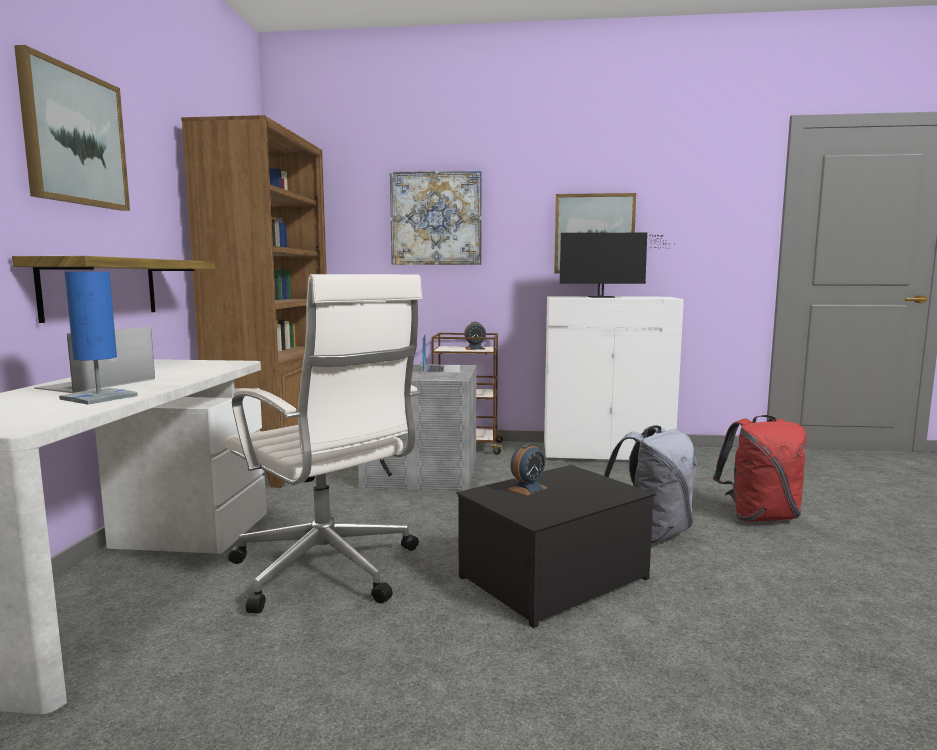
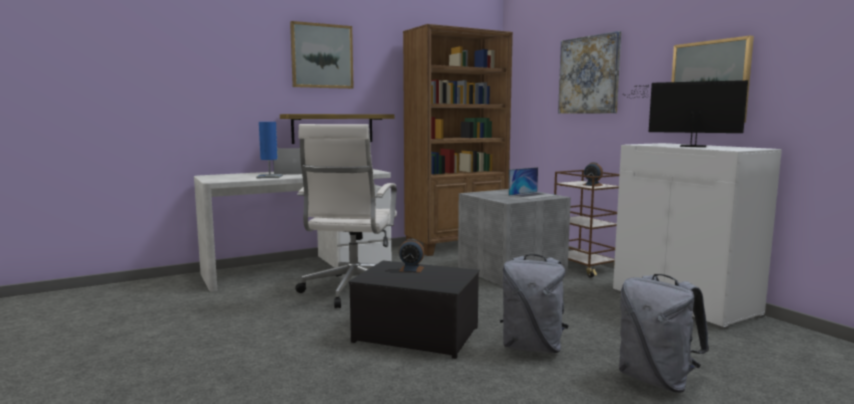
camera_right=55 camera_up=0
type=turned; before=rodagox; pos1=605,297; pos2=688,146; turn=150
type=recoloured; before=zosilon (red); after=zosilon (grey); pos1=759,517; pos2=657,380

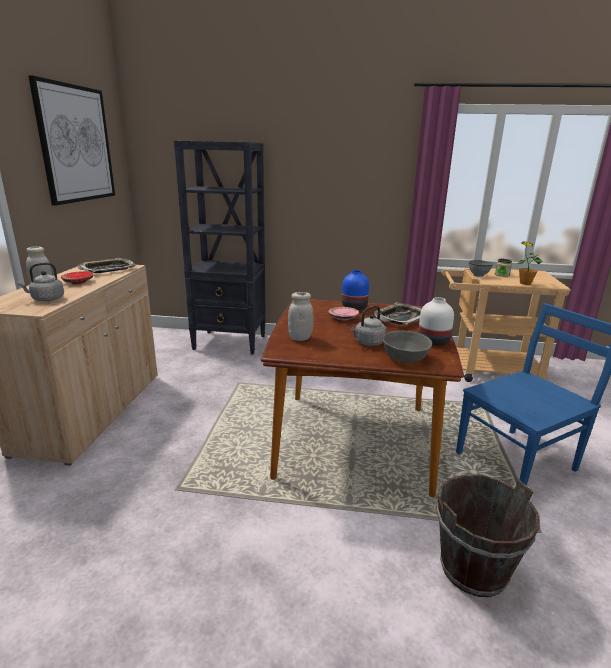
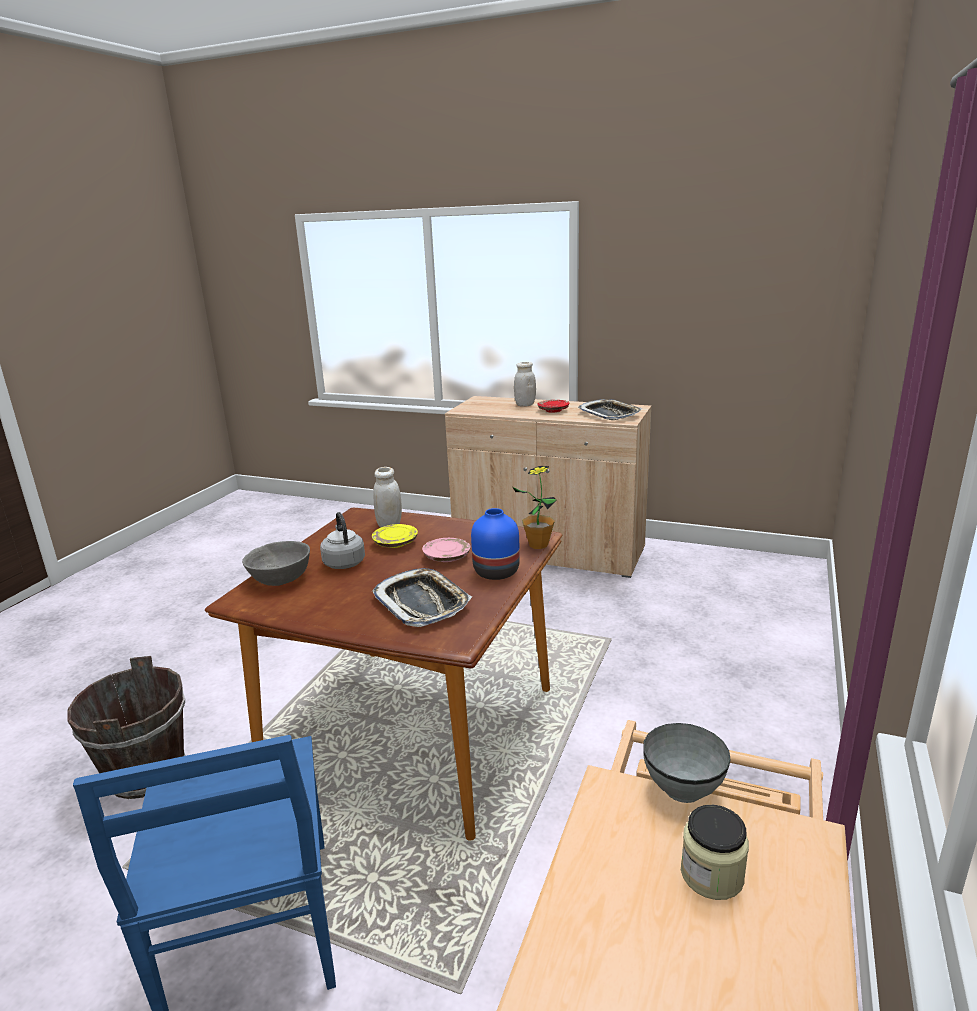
camera_right=105 camera_up=0
type=removed; before=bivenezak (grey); pos1=46,299
type=removed; before=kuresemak; pos1=76,144
type=removed; before=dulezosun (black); pos1=230,342
type=removed; before=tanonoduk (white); pos1=432,341
type=moved; before=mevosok; pos1=525,283; pos2=538,545
type=added; after=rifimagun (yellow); pos2=395,543

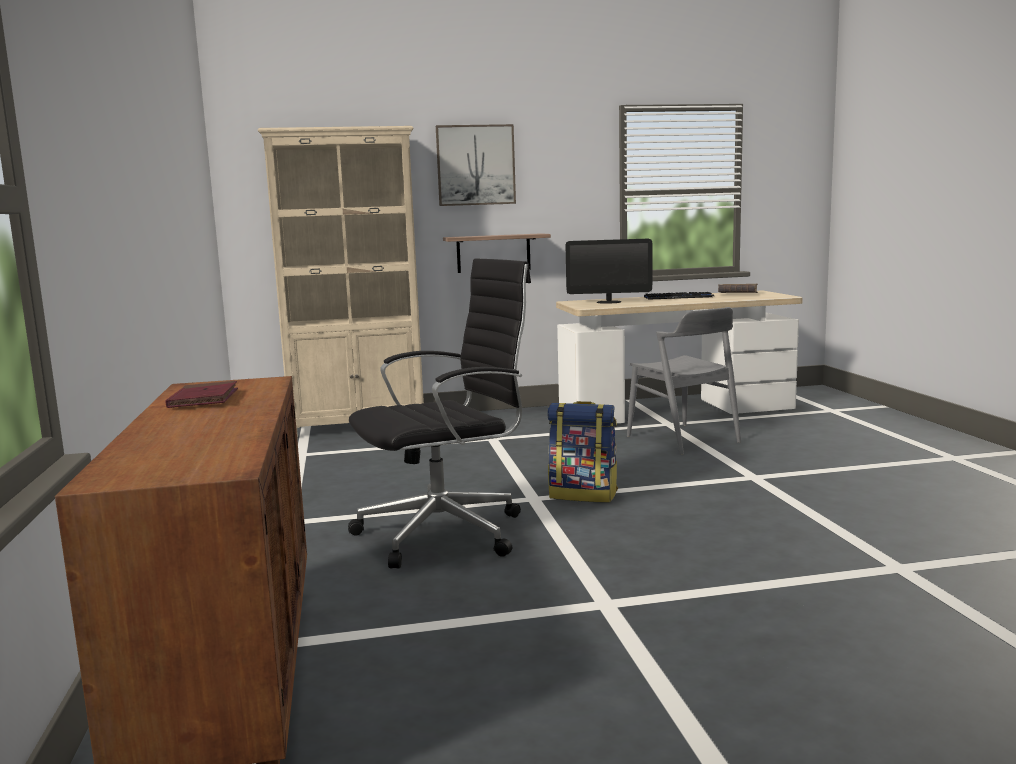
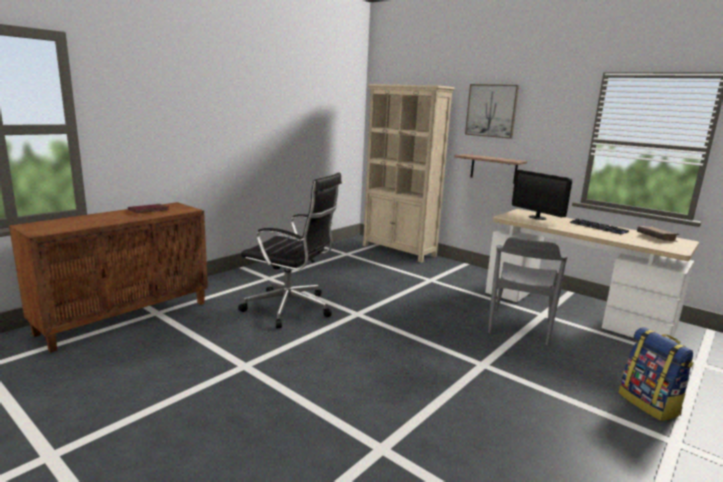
camera_right=50 camera_up=5
type=moved; before=zosilon; pos1=584,494; pos2=649,404

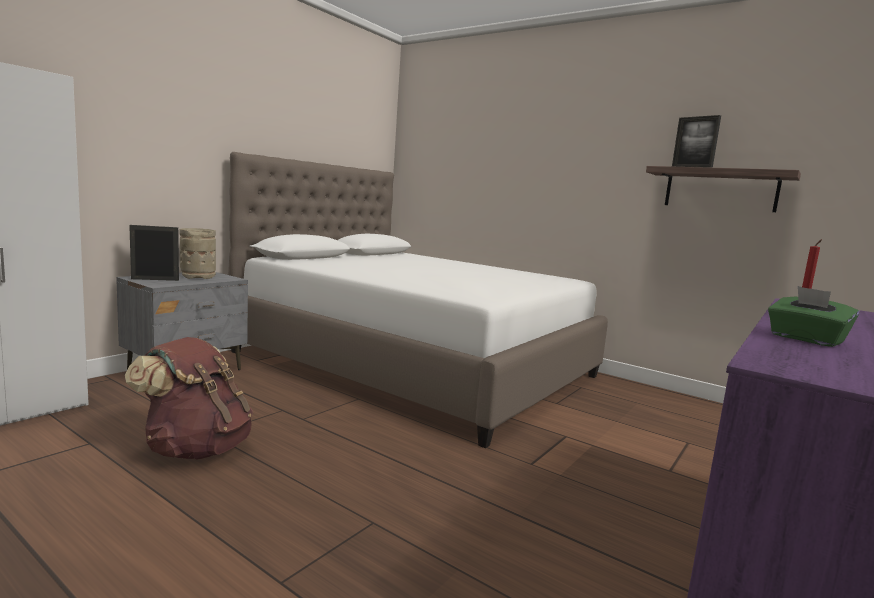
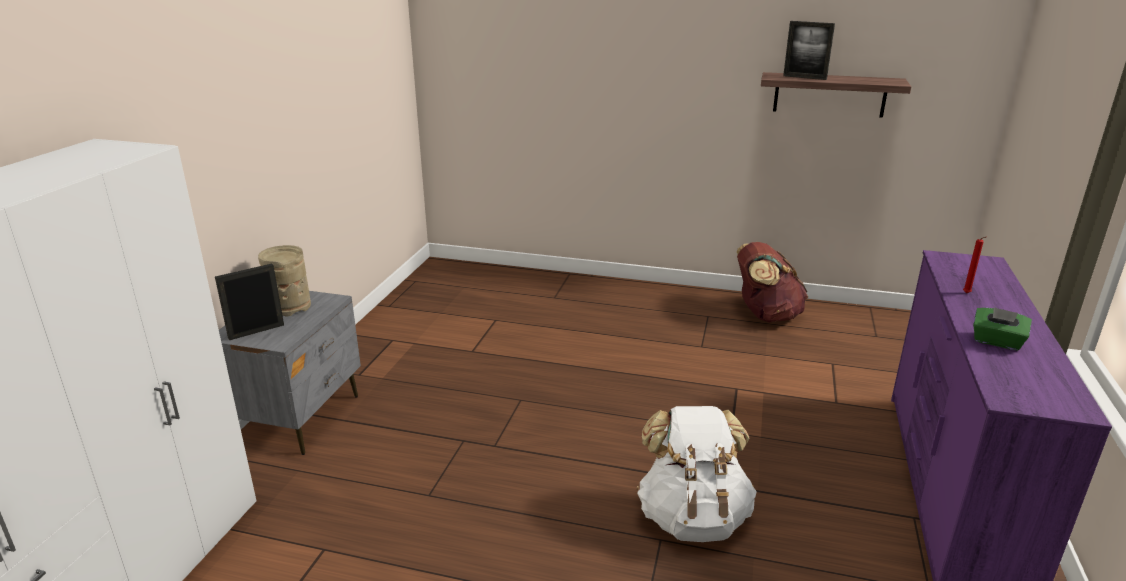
camera_right=-20 camera_up=15
type=moved; before=zosilon (brown); pos1=196,449; pos2=765,315
type=removed; before=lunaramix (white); pos1=415,364
type=added; after=zosilon (white); pos2=692,517

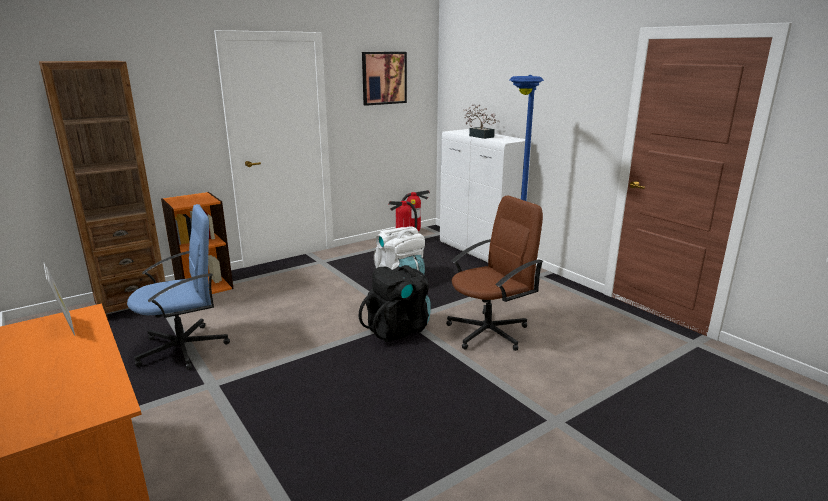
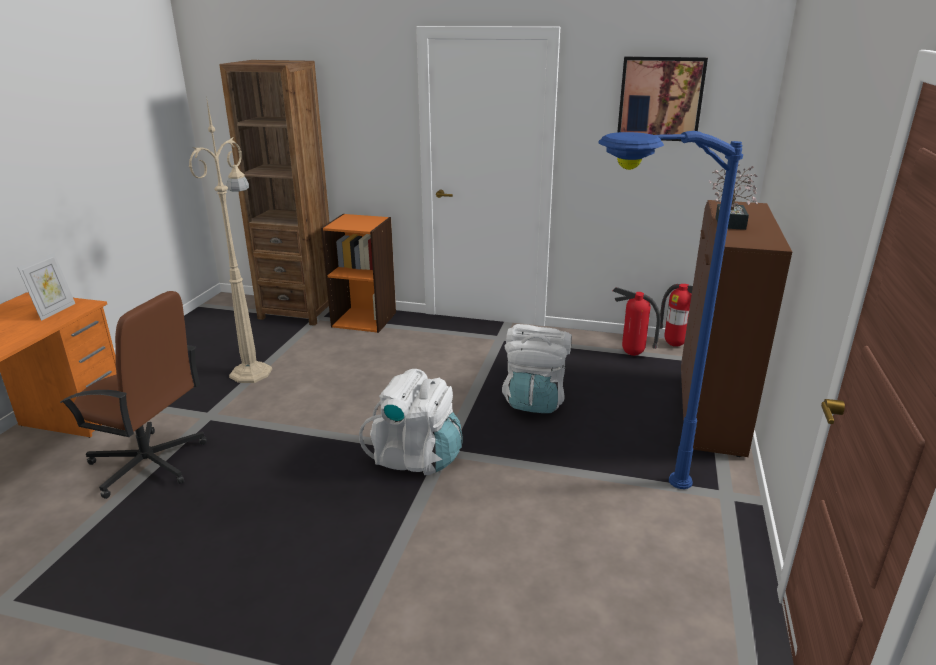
camera_right=50 camera_up=5
type=replaced; before=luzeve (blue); after=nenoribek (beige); pos1=184,348; pos2=252,372
type=recoloured; before=zosilon (black); after=zosilon (white); pos1=398,329; pos2=416,458
type=recoloured; before=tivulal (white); after=tivulal (brown); pos1=479,252; pos2=710,414
type=moved; before=luzeve (brown); pos1=489,332; pos2=149,464

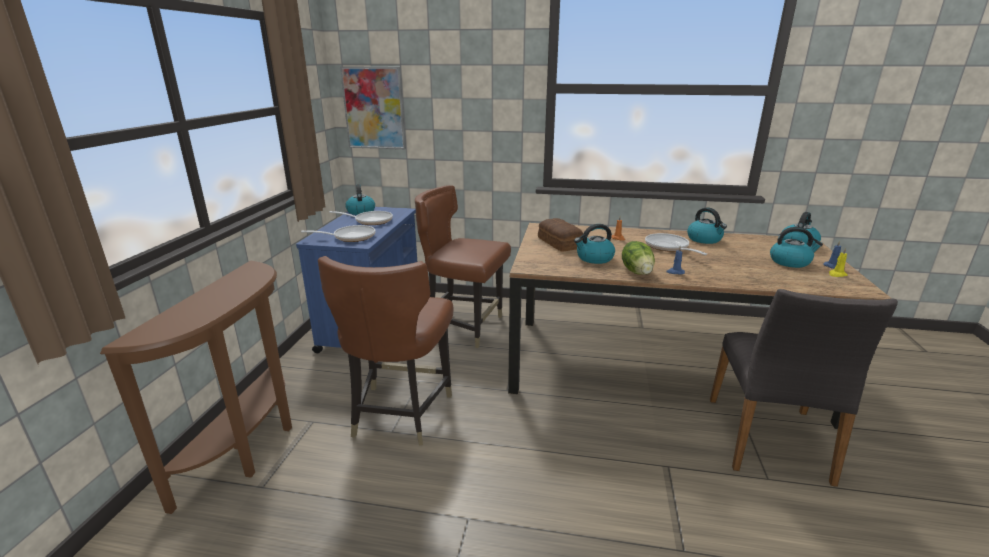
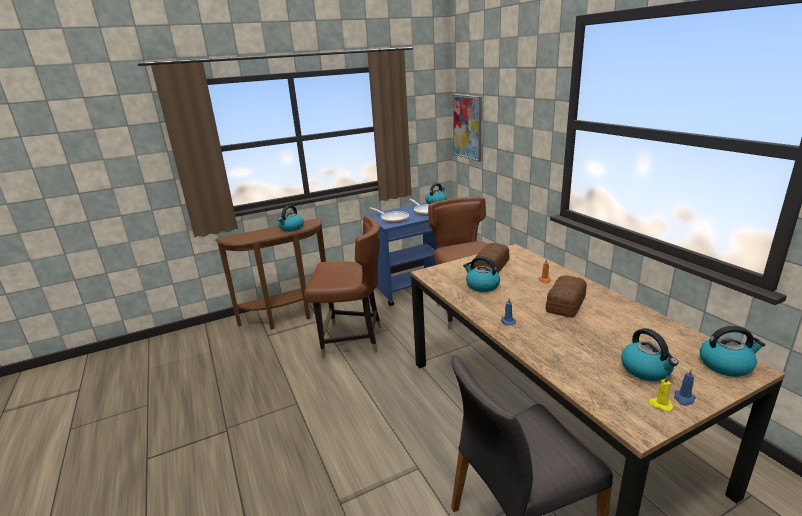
camera_right=55 camera_up=0
type=turned; before=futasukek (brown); pos1=399,414; pos2=352,339; turn=-150
type=removed; before=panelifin; pos1=637,271
type=replaced; before=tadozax; after=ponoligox; pos1=668,247; pos2=564,304
type=moved; before=bivenezak; pos1=705,239; pos2=291,228

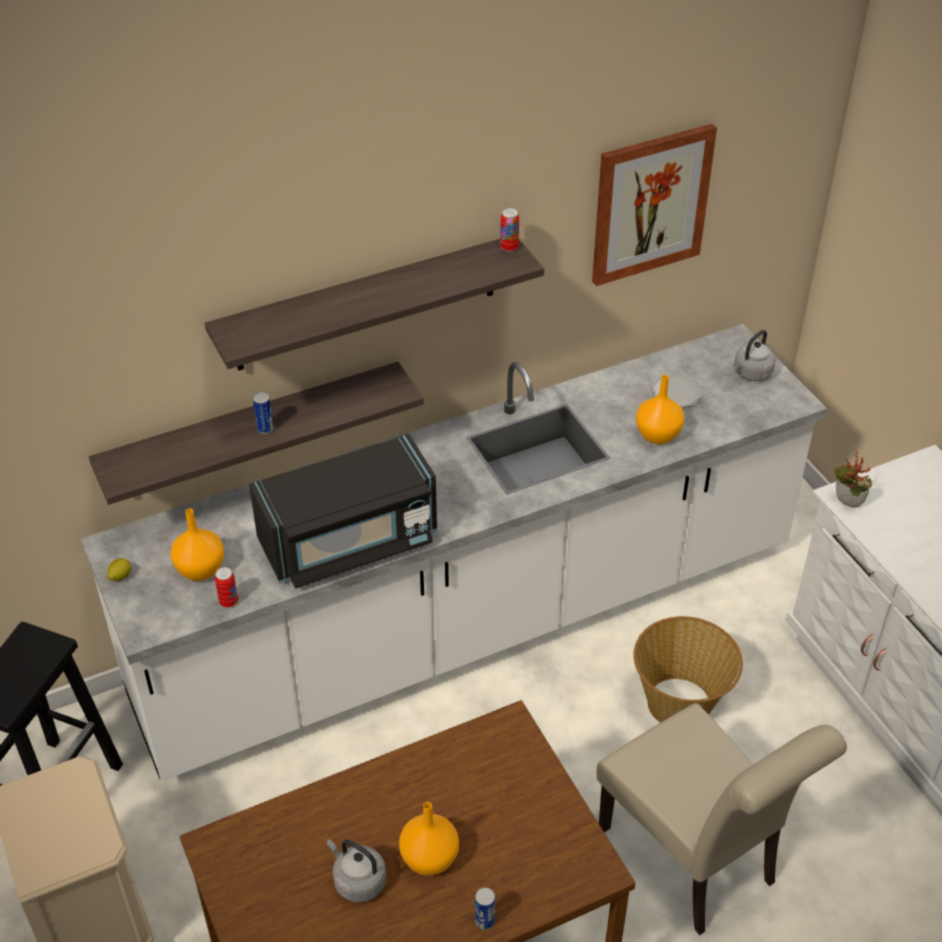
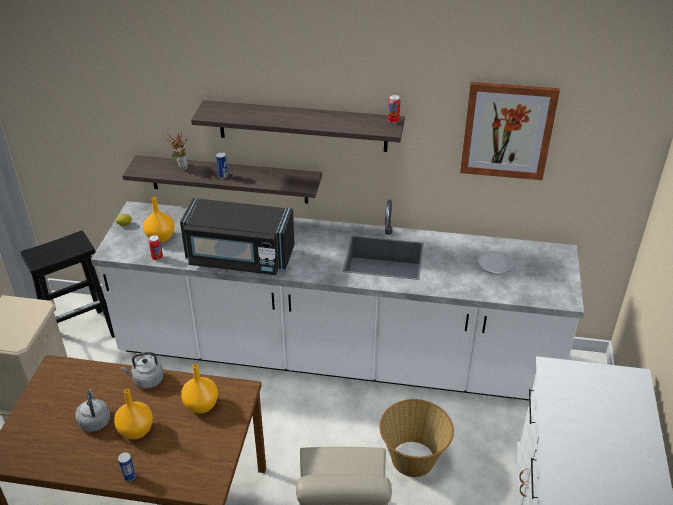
camera_right=35 camera_up=-5
type=moved; before=tanonoduk (orange); pos1=657,435; pos2=201,405
type=moved; before=bivenezak (grey); pos1=751,374; pos2=146,380
type=moved; before=mevosok; pos1=845,504; pos2=181,167

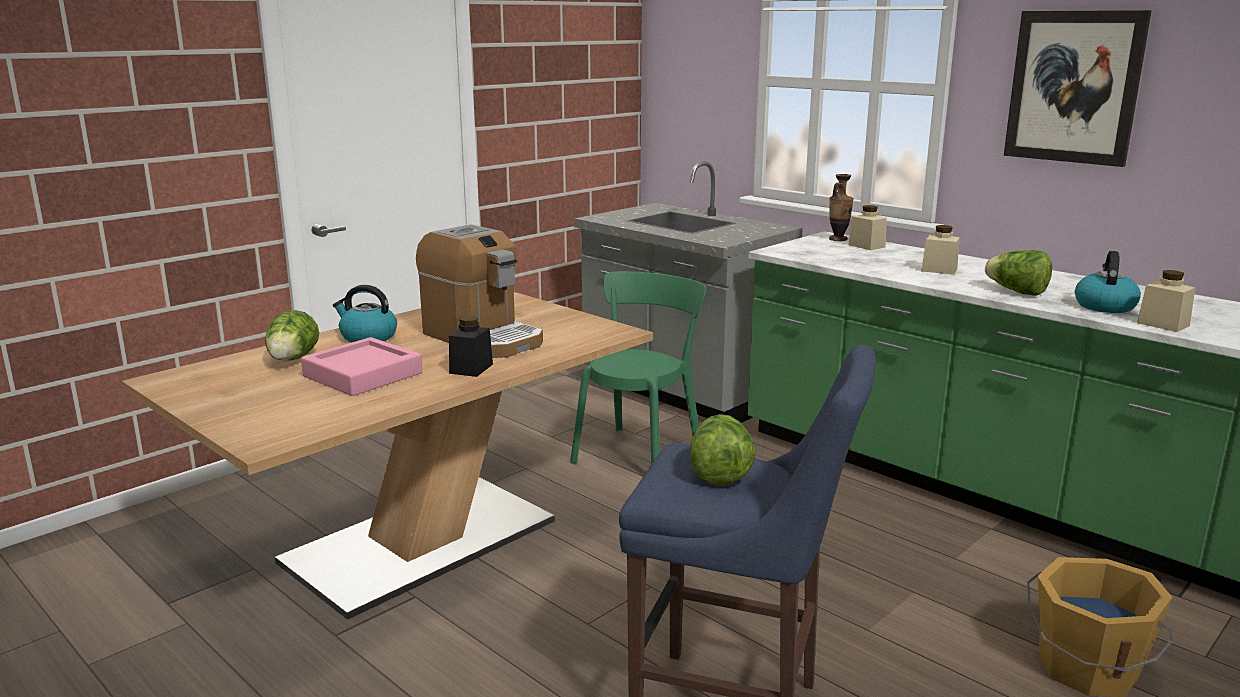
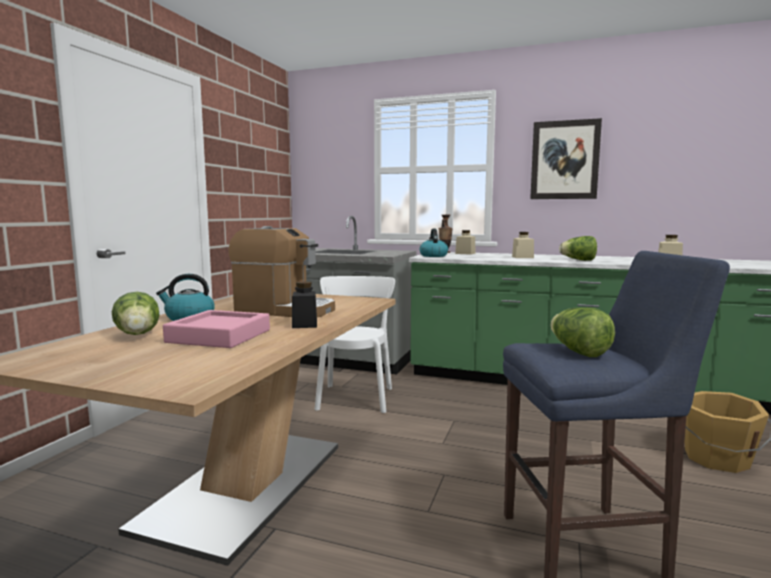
camera_right=-25 camera_up=-10
type=recoloured; before=futasukek (green); after=futasukek (white); pos1=640,453; pos2=356,397
type=moved; before=bivenezak; pos1=1104,306; pos2=433,255

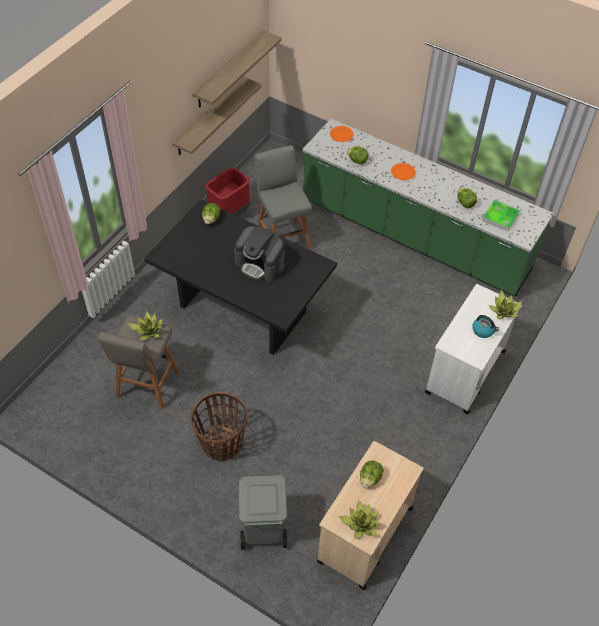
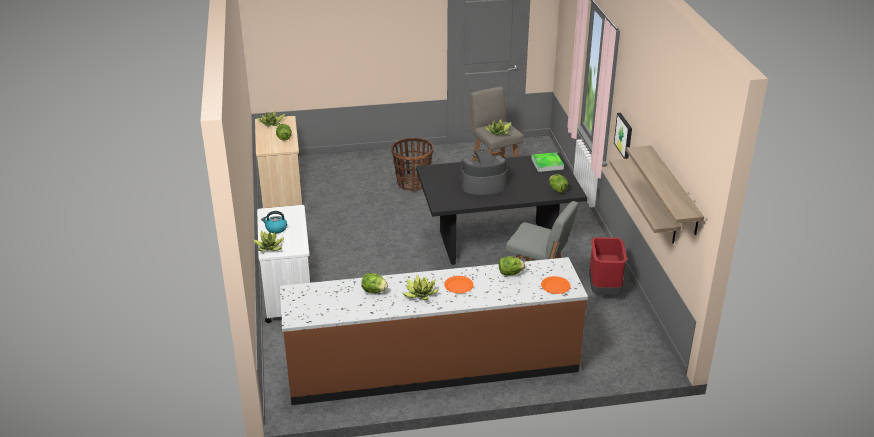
camera_right=140 camera_up=-20
type=removed; before=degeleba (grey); pos1=263,532
type=recoloured; before=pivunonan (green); after=pivunonan (brown); pos1=414,236; pos2=432,366
type=moved; before=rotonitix; pos1=500,217; pos2=547,164
type=added; after=mevosok; pos2=420,294
type=added; after=kuresemak; pos2=624,135

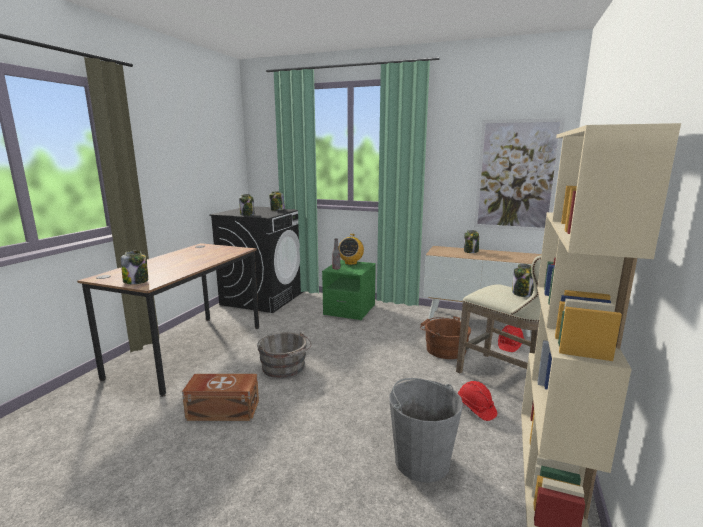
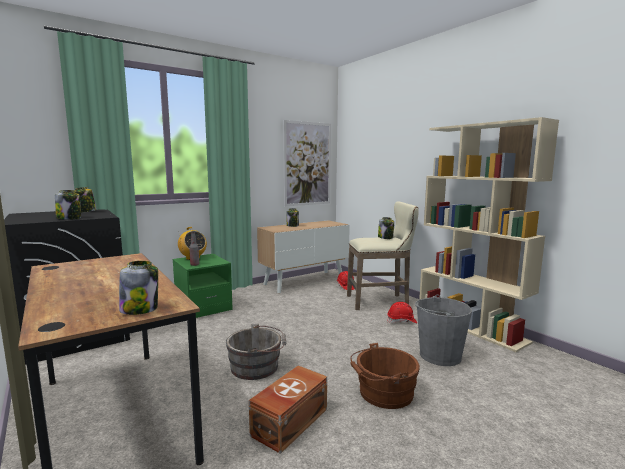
camera_right=-55 camera_up=-5
type=moved; before=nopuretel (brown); pos1=443,349; pos2=383,393

